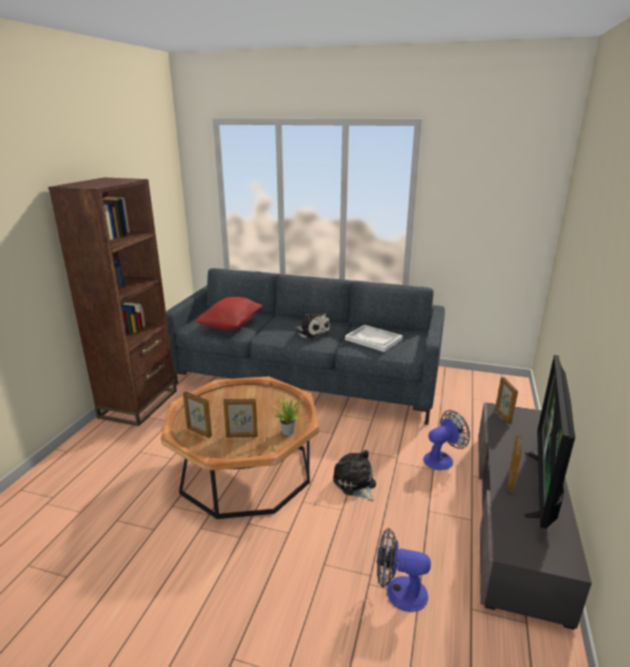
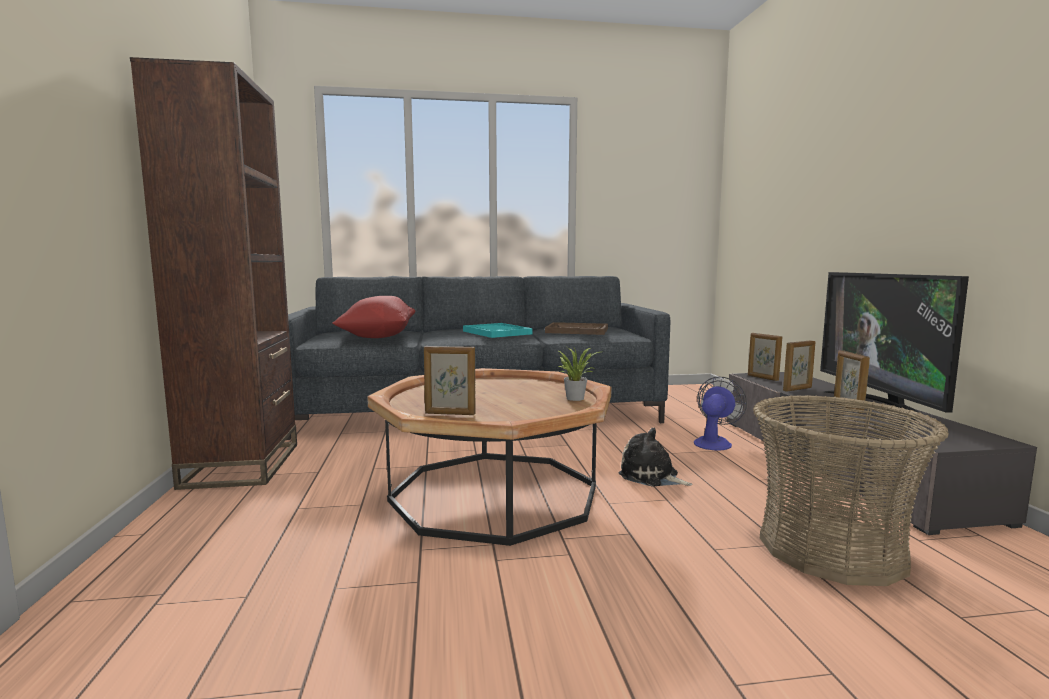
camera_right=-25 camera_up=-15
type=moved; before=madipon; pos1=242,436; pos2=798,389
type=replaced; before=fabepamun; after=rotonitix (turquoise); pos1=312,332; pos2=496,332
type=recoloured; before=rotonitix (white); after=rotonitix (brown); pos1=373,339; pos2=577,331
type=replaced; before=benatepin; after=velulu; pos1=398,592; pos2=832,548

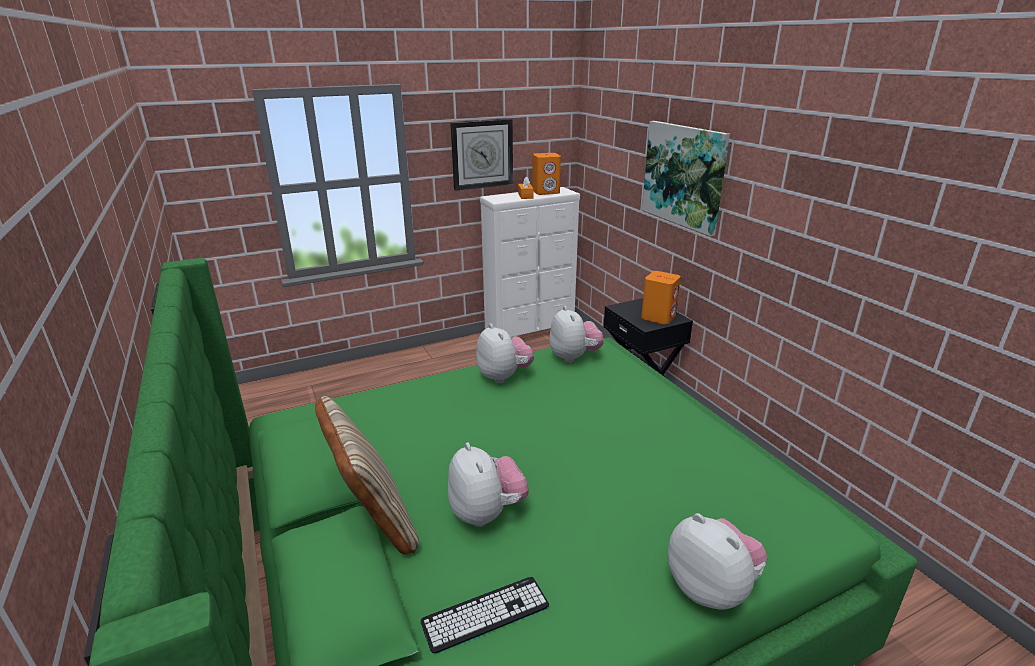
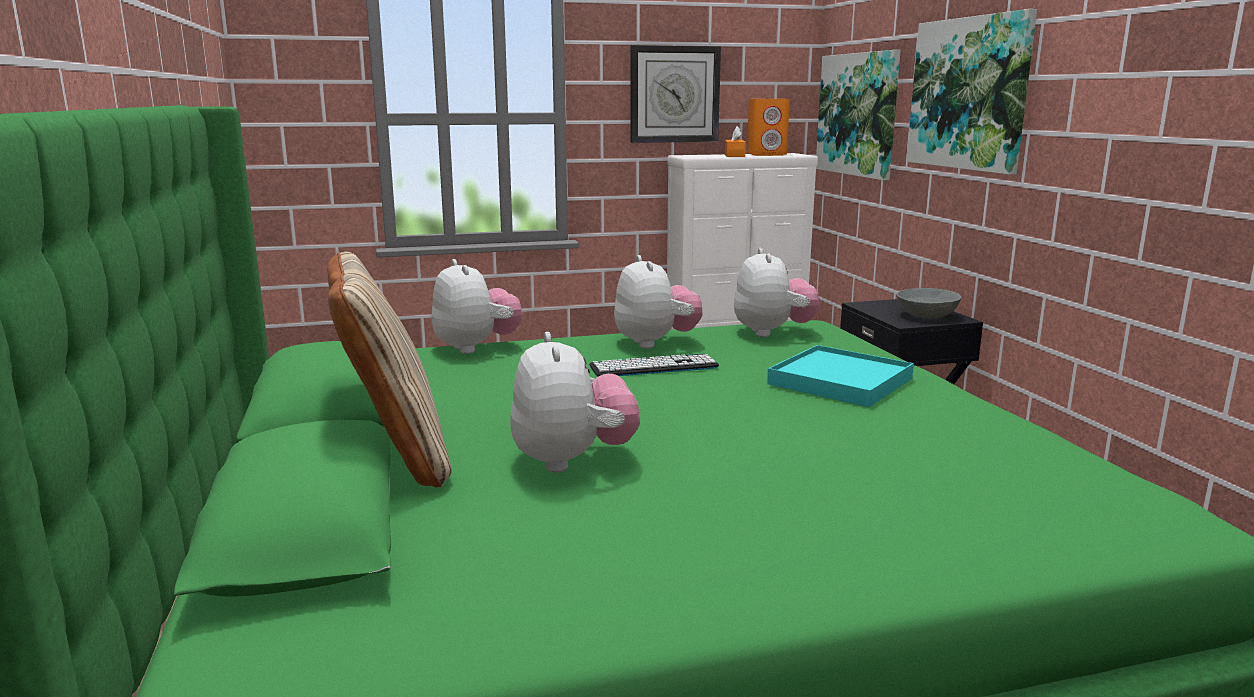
camera_right=10 camera_up=-10
type=moved; before=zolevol; pos1=485,614; pos2=654,367
type=replaced; before=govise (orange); after=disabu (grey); pos1=658,317; pos2=926,316
type=moved; before=fabepamun; pos1=711,588; pos2=476,347
type=added; after=rotonitix (turquoise); pos2=840,381
type=added; after=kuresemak; pos2=858,114

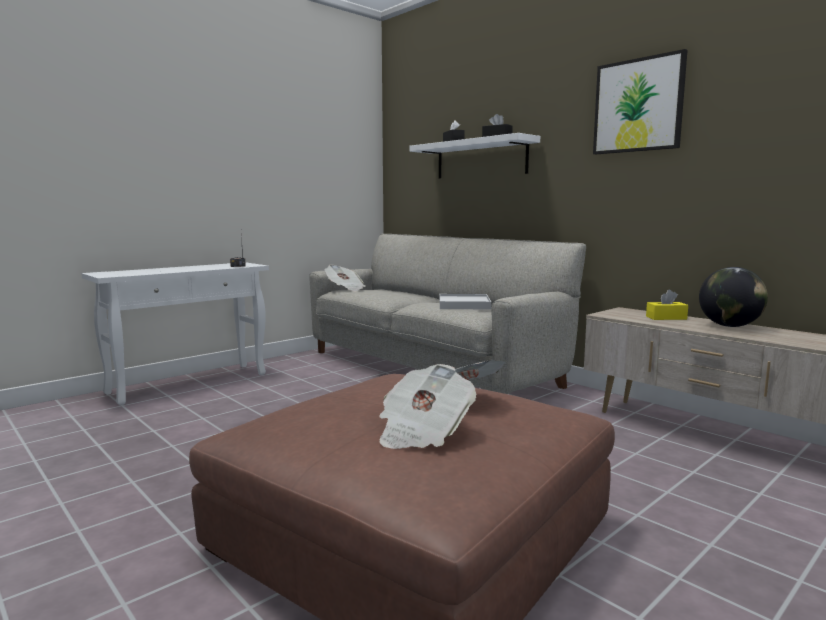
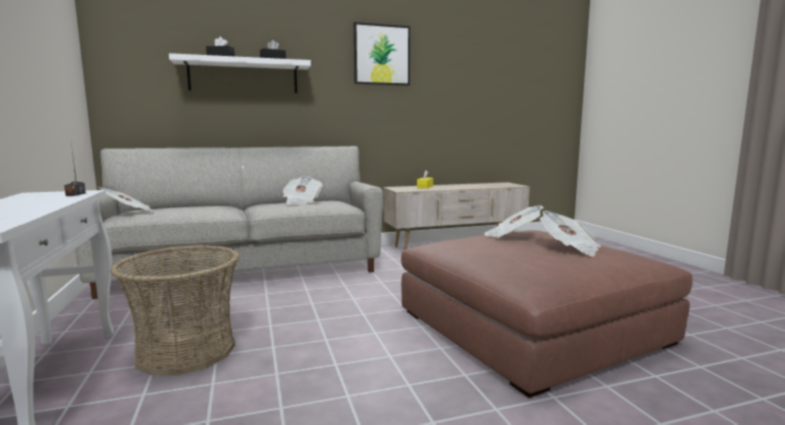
camera_right=-65 camera_up=0
type=replaced; before=rotonitix (white); after=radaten; pos1=464,305; pos2=301,202
type=removed; before=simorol; pos1=729,326
type=added; after=velulu; pos2=186,351

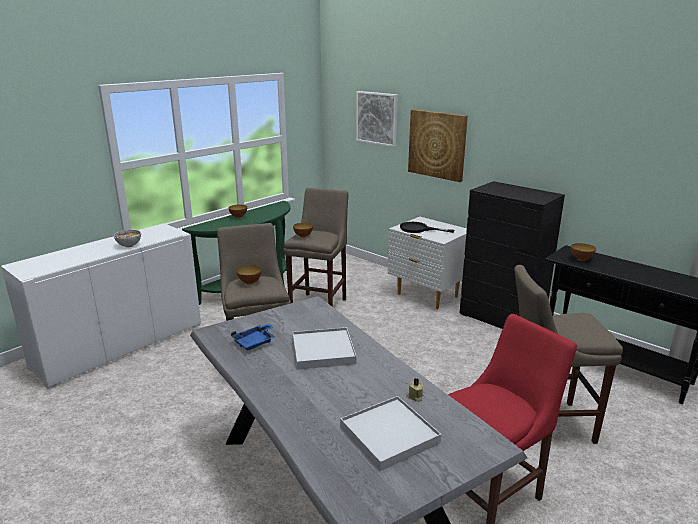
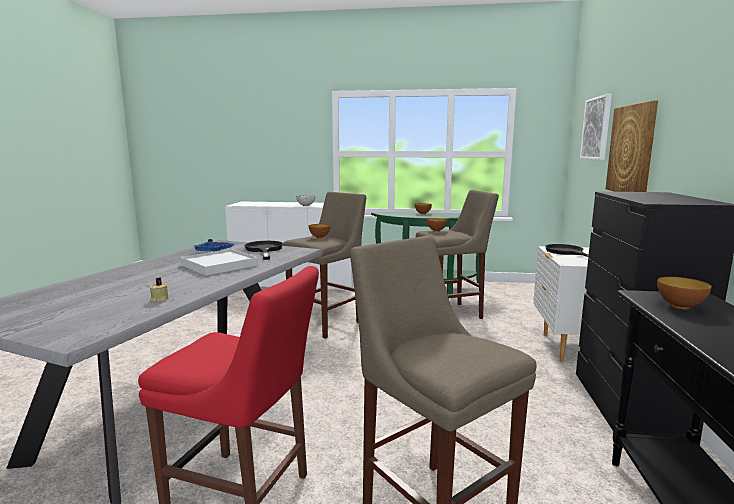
camera_right=55 camera_up=-10
type=removed; before=rotonitix (white); pos1=389,435
type=added; after=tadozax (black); pos2=264,250

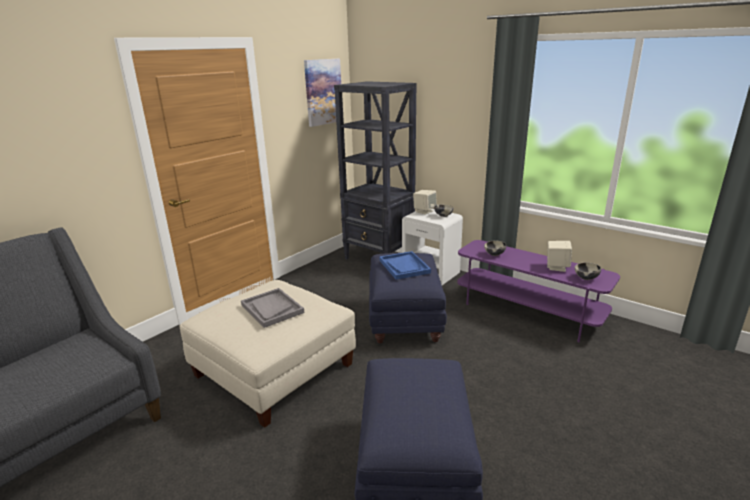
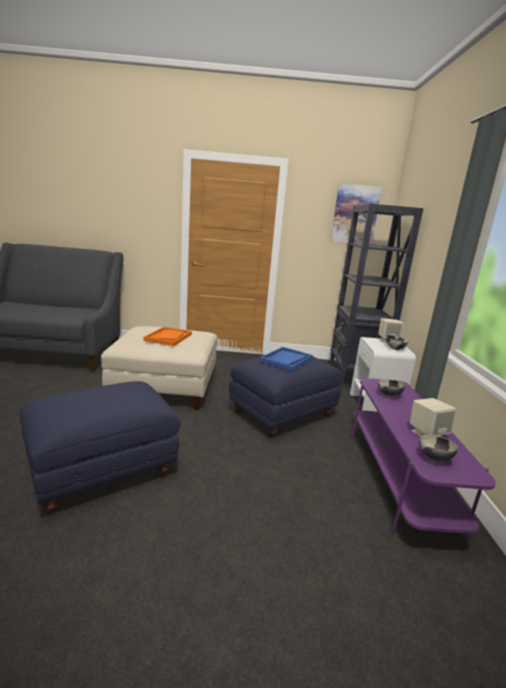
camera_right=50 camera_up=-5
type=recoloured; before=rotonitix (grey); after=rotonitix (orange); pos1=272,309; pos2=168,337

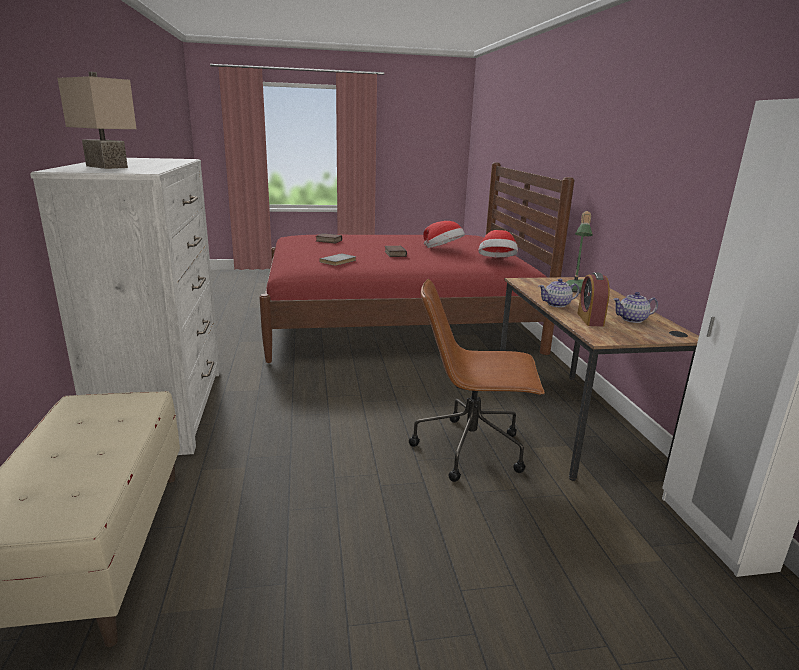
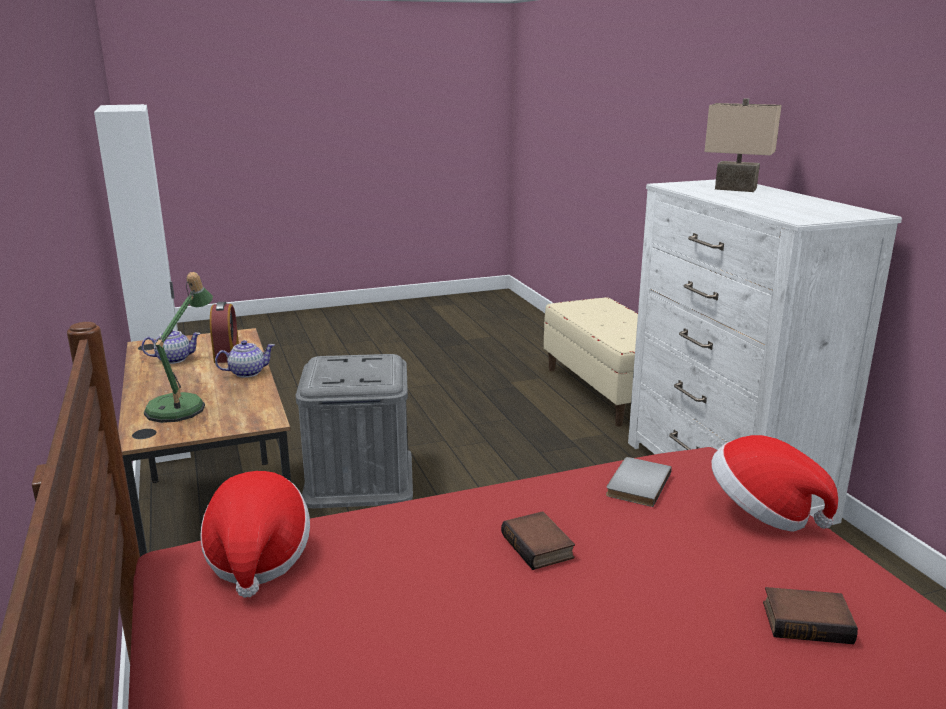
camera_right=170 camera_up=0
type=replaced; before=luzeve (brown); after=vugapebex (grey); pos1=471,449; pos2=359,478
type=moved; before=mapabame; pos1=443,249; pos2=763,513

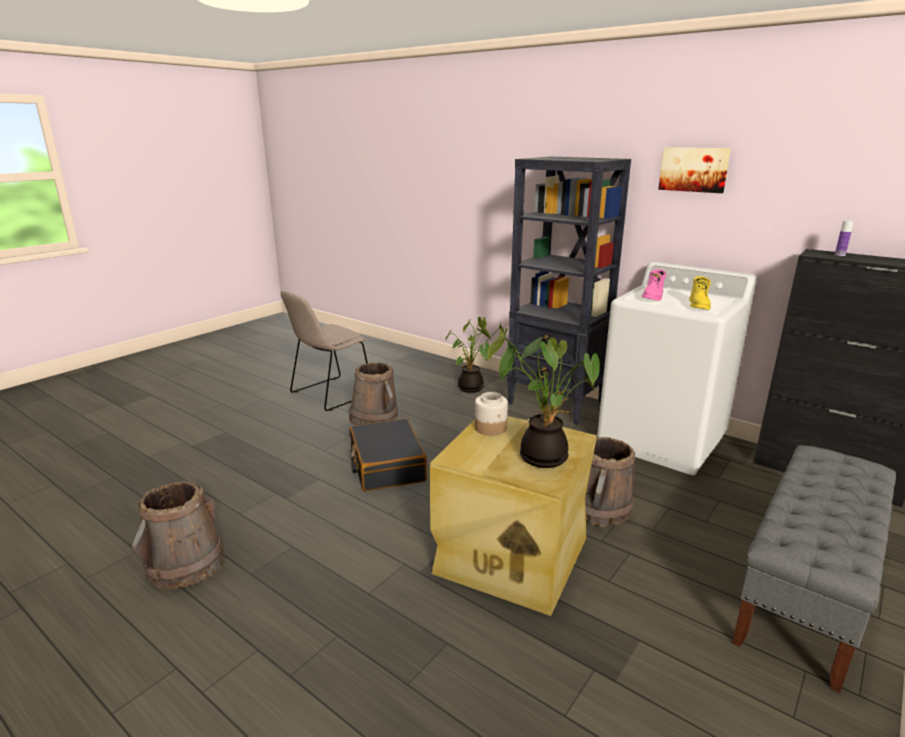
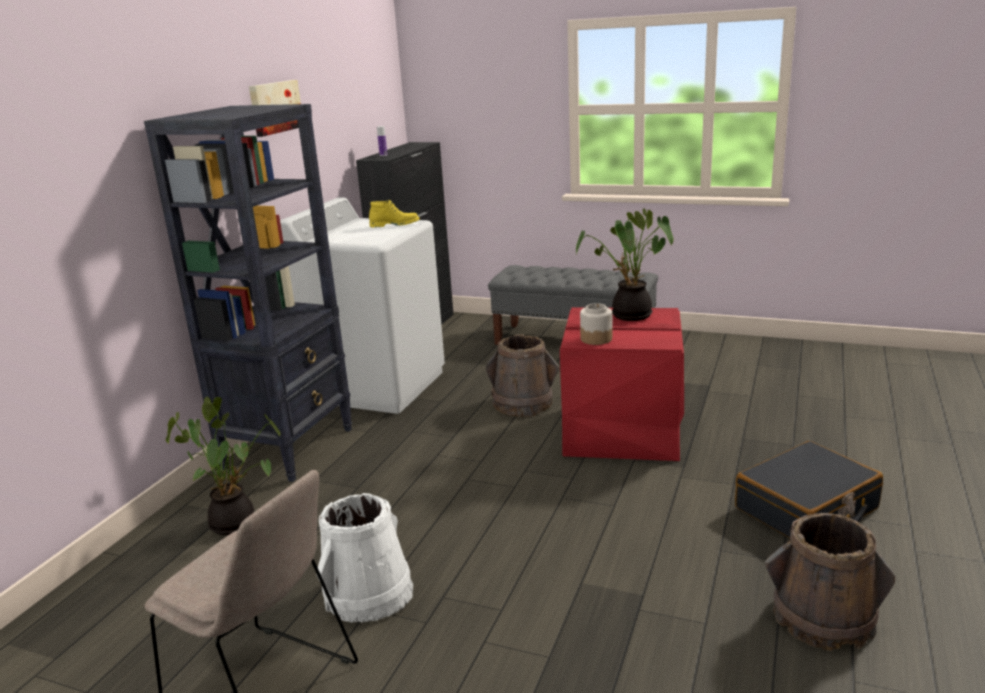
camera_right=-105 camera_up=0
type=recoloured; before=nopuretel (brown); after=nopuretel (white); pos1=374,418; pos2=368,594
type=moved; before=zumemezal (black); pos1=386,466; pos2=806,509
type=recoloured; before=vugapebex (beige); after=vugapebex (red); pos1=509,555; pos2=623,432
type=removed; before=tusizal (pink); pos1=653,297

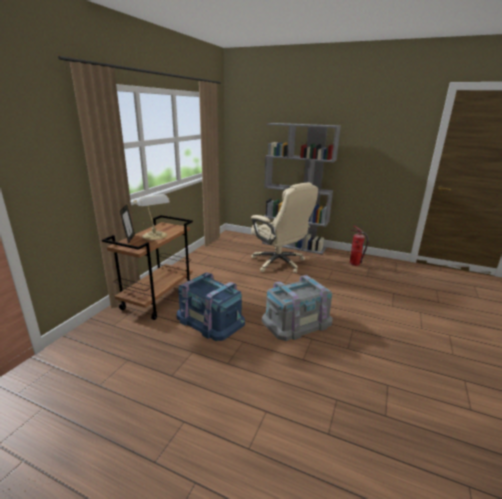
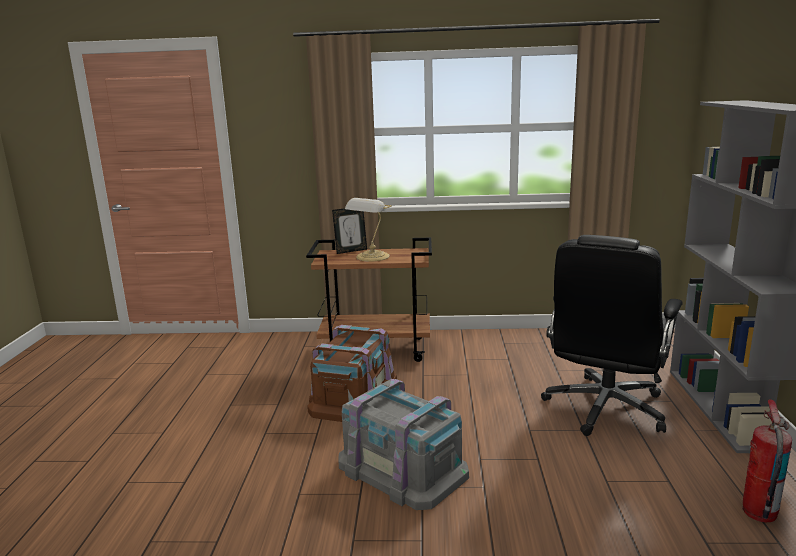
camera_right=70 camera_up=-5
type=recoloured; before=vugapebex (blue); after=vugapebex (brown); pos1=210,319; pos2=354,396
type=recoloured; before=luzeve (beige); after=luzeve (black); pos1=279,263; pos2=605,408

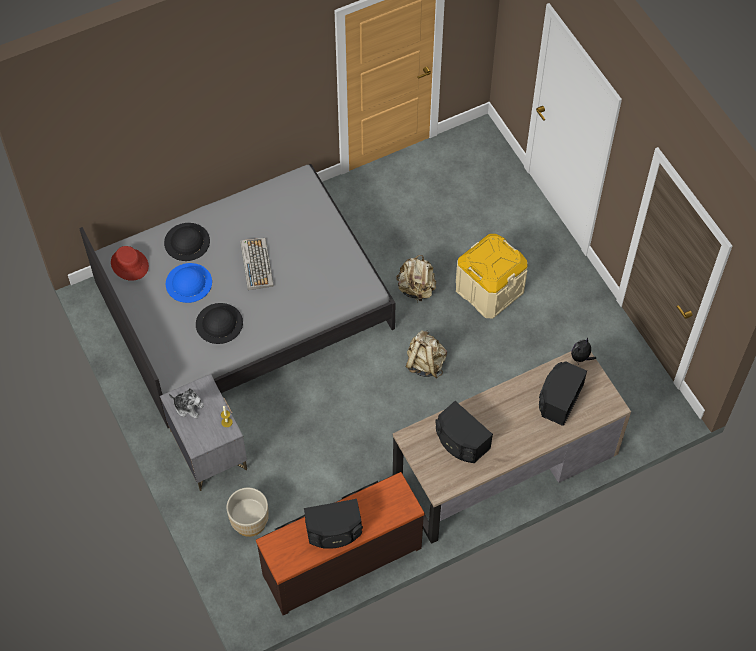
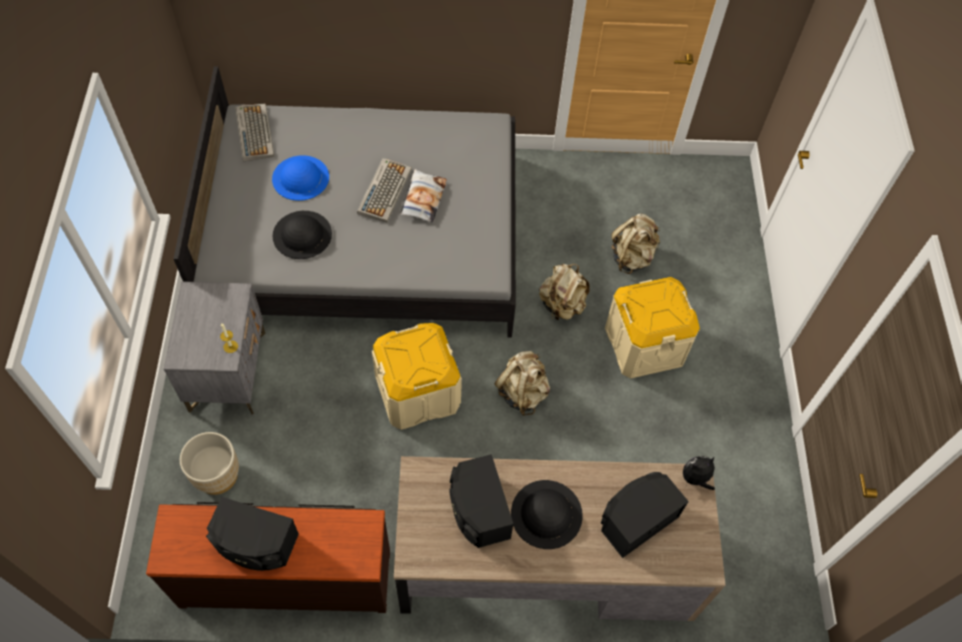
camera_right=25 camera_up=0
type=replaced; before=mapabame (red); after=zolevol; pos1=129,264; pos2=254,132
type=moved; before=mapabame (black); pos1=187,242; pos2=546,514
type=removed; before=fabepamun; pos1=188,407
type=added; after=vugapebex (beige); pos2=417,392
type=added; after=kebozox; pos2=423,199
type=added; after=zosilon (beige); pos2=632,257

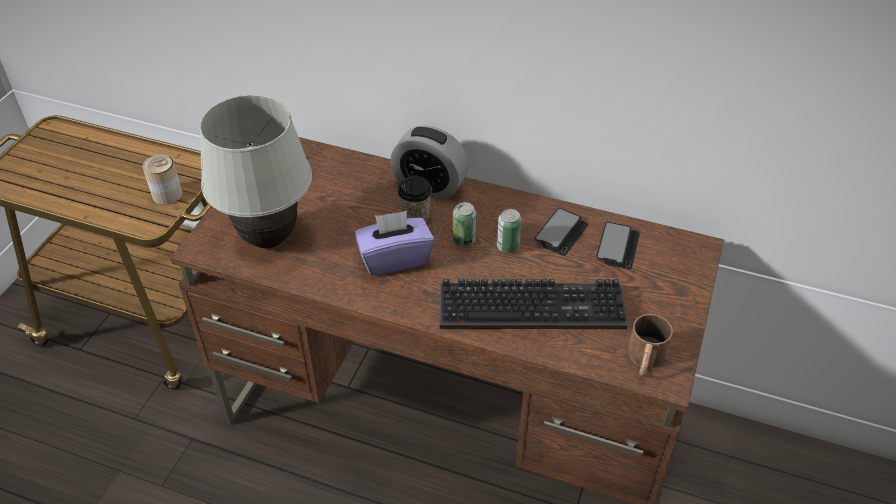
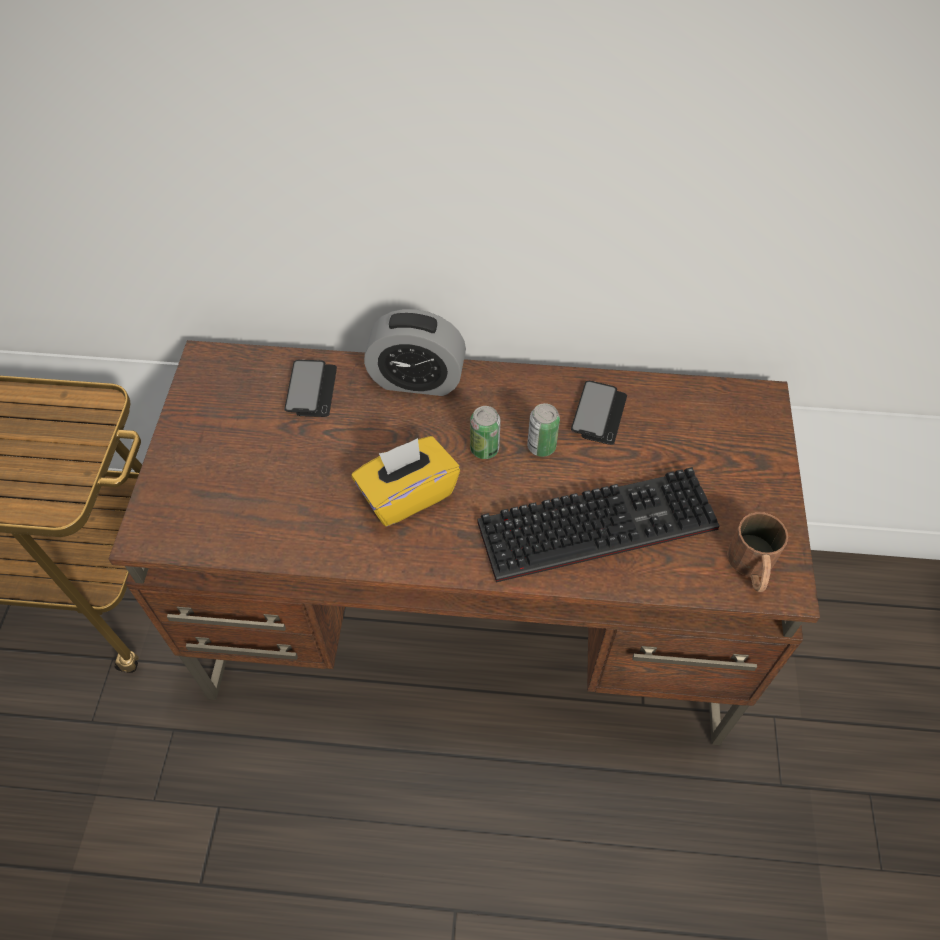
camera_right=-15 camera_up=10
type=removed; before=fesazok; pos1=167,194
type=removed; before=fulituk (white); pos1=268,239
type=recoloured; before=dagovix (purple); after=dagovix (yellow); pos1=394,258; pos2=407,494
type=removed; before=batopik; pos1=415,217
type=moved; before=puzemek; pos1=617,247; pos2=311,390

